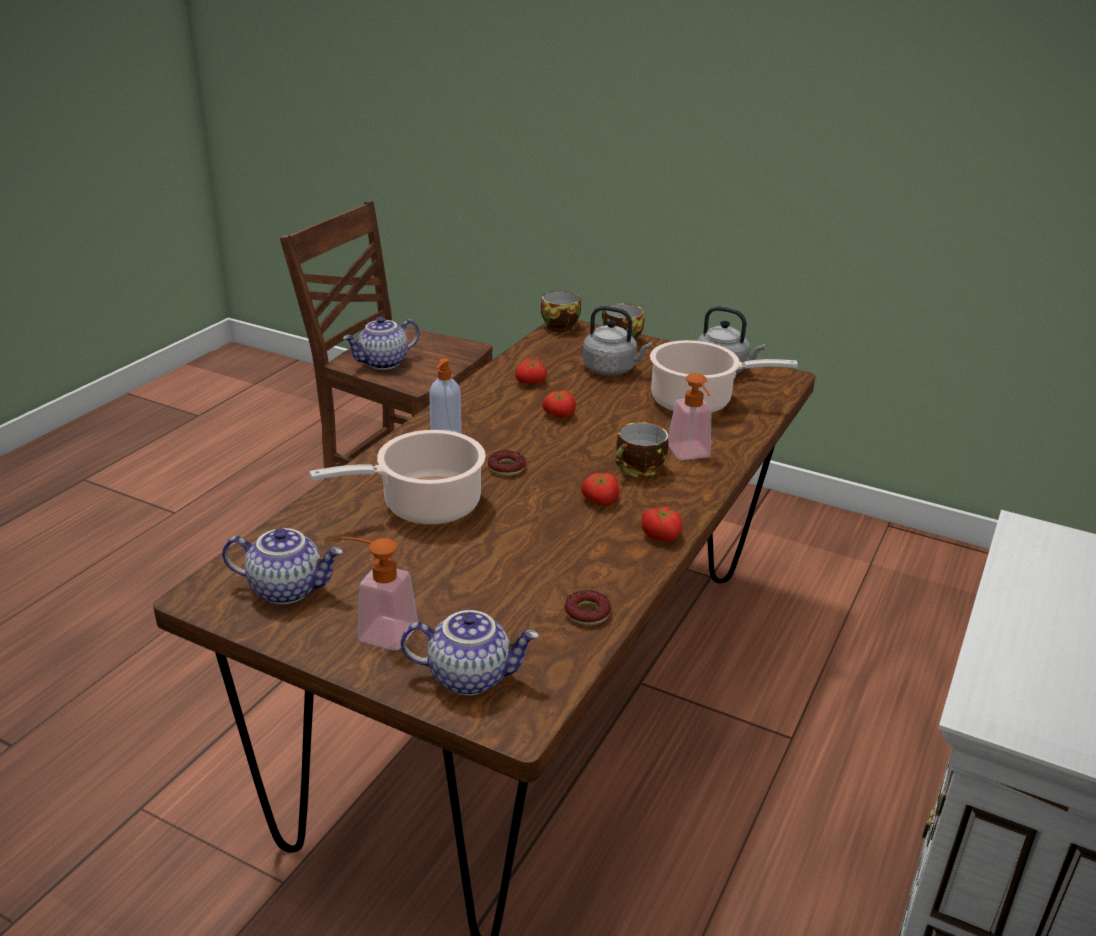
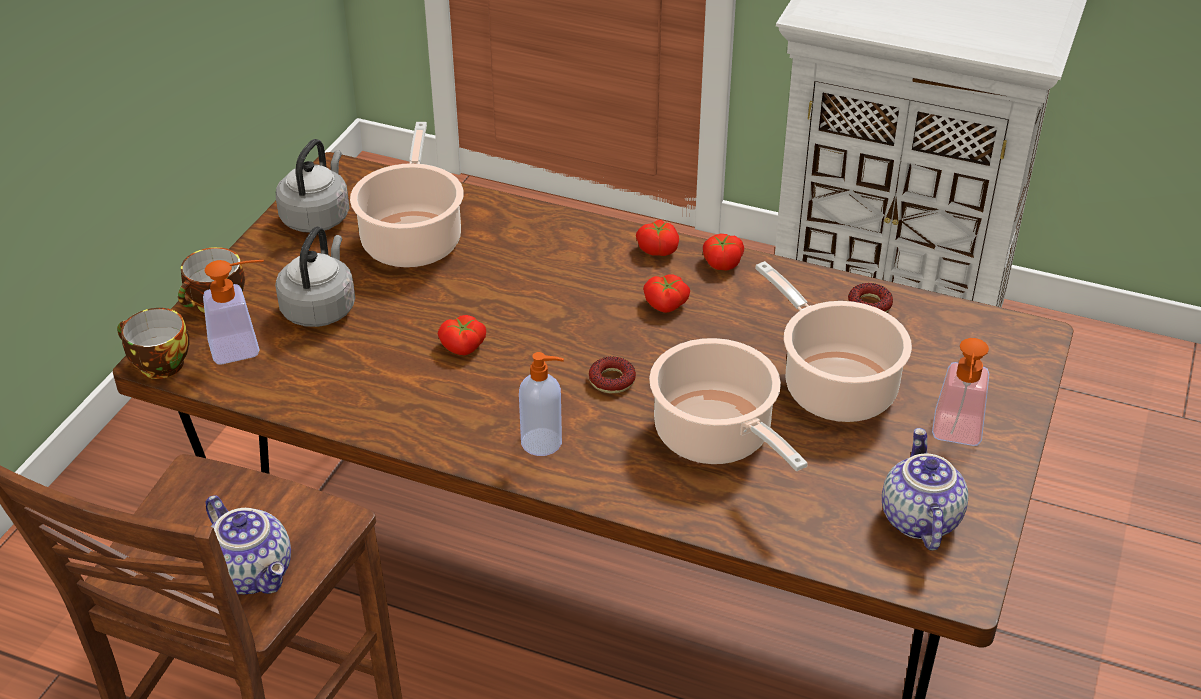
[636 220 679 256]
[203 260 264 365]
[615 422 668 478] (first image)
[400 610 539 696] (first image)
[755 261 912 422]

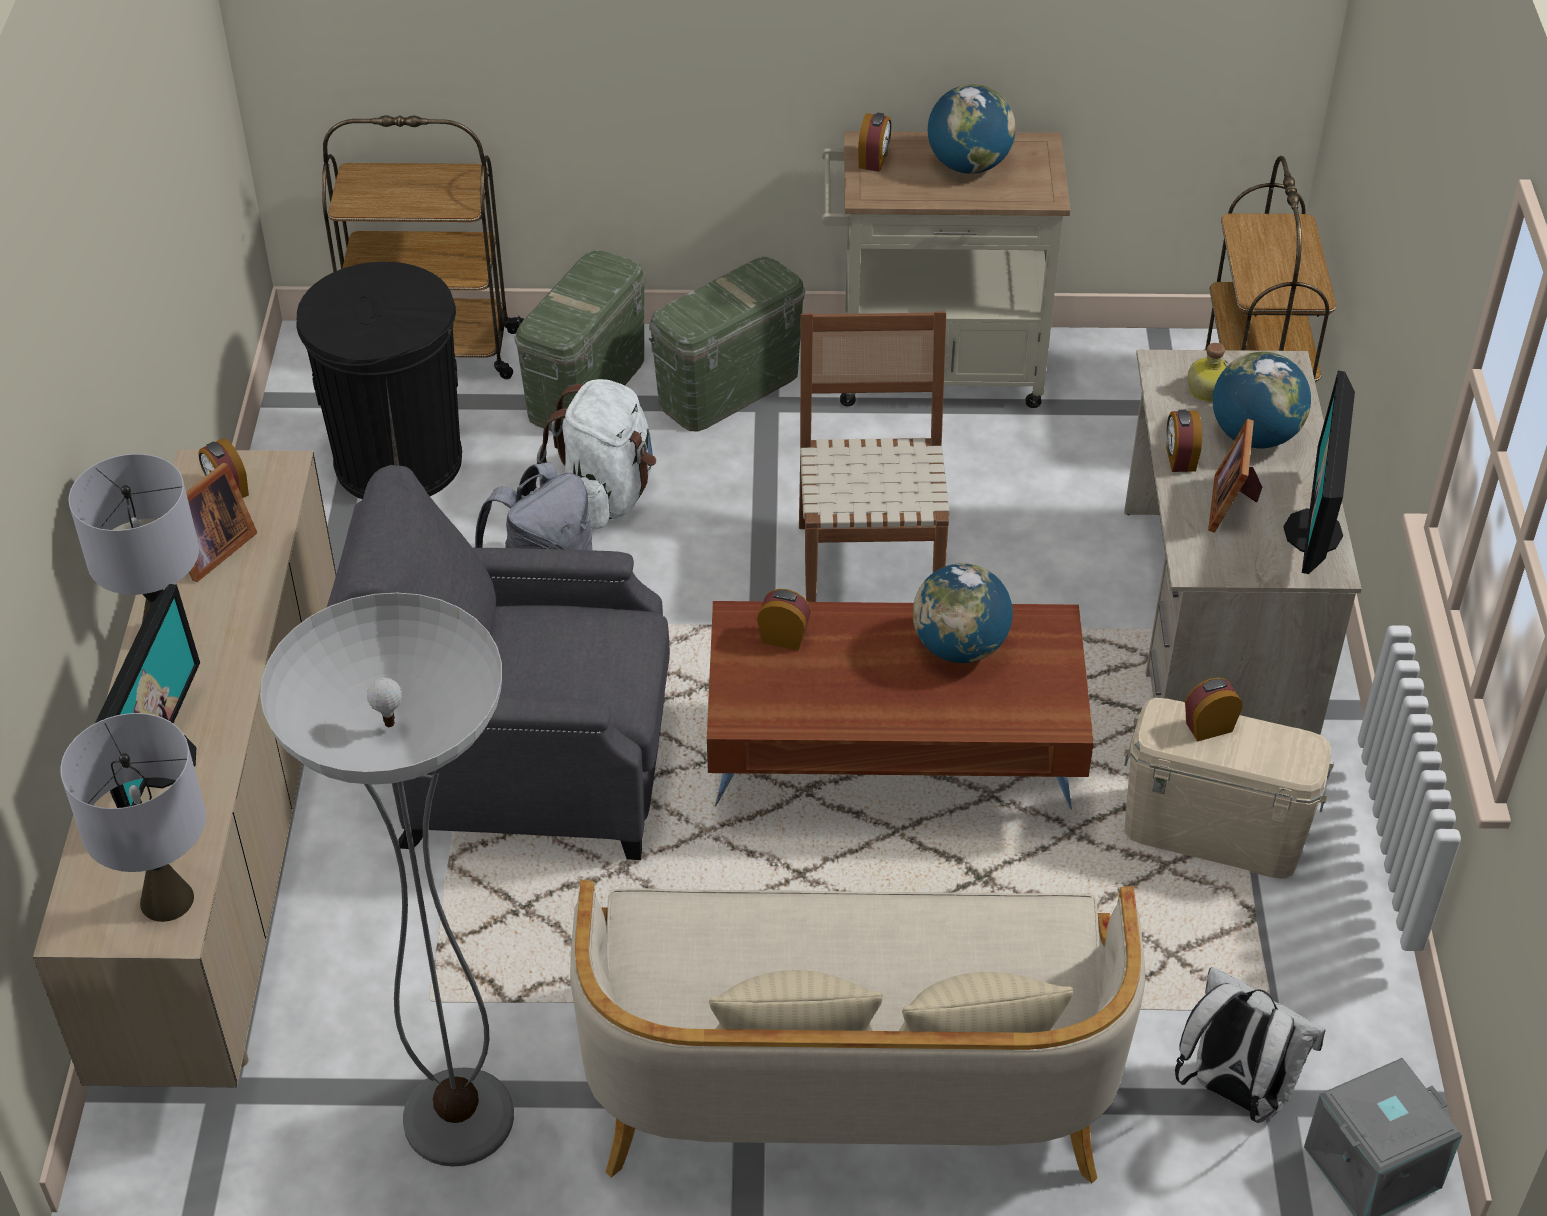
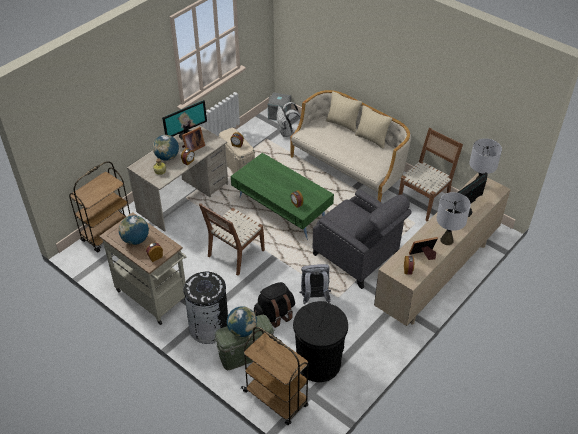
[183 272 228 344]
[254 282 295 328]
[227 306 257 337]
[399 128 463 222]
[231 153 334 241]

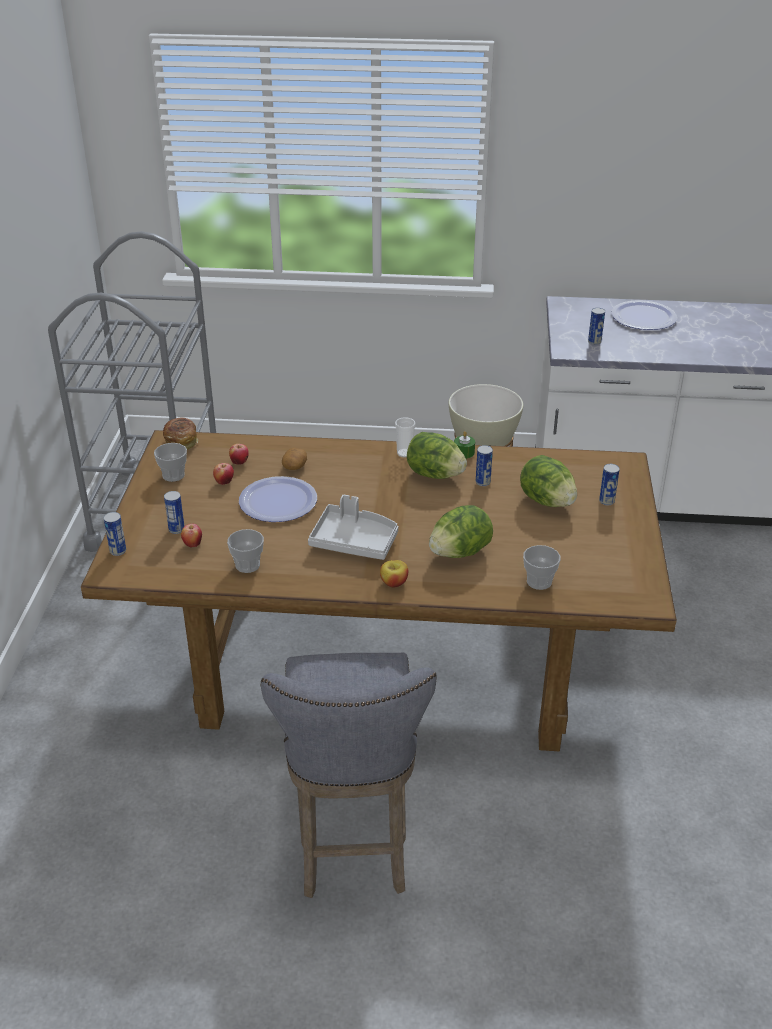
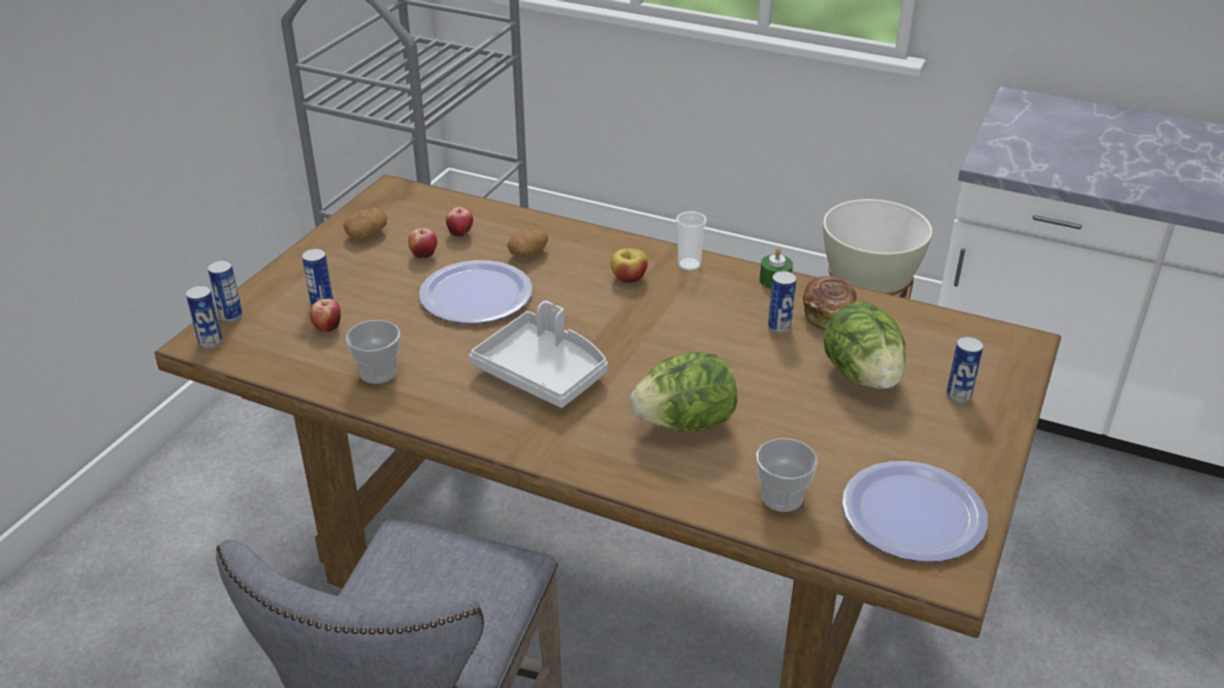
[842 461 988 562]
[186 285 222 349]
[803 276 857 330]
[407 432 467 479] (first image)
[344 208 387 241]
[611 248 648 283]

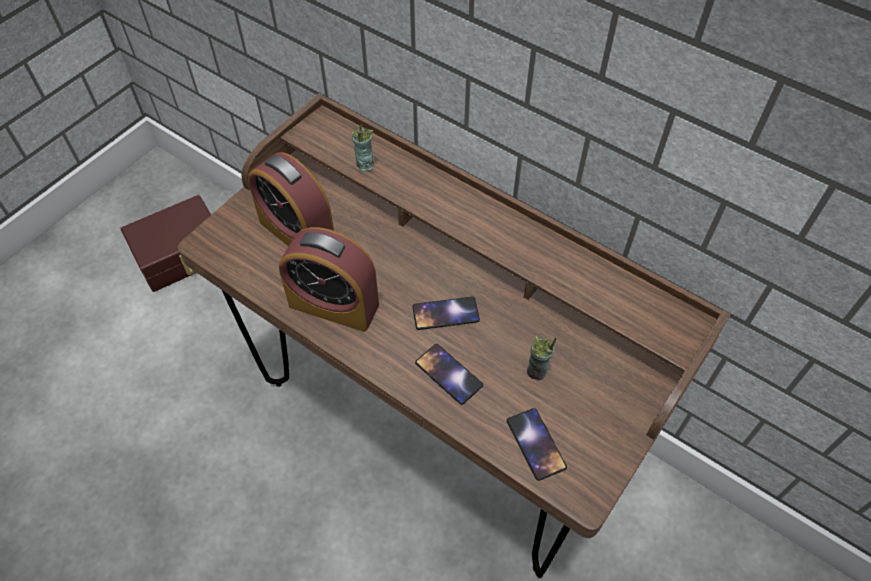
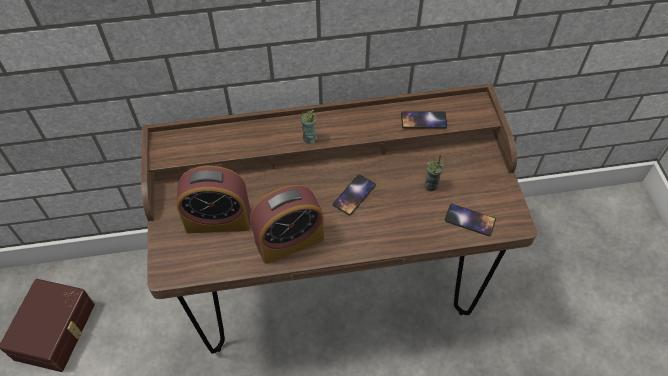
[301 110 317 143]
[401 111 447 128]

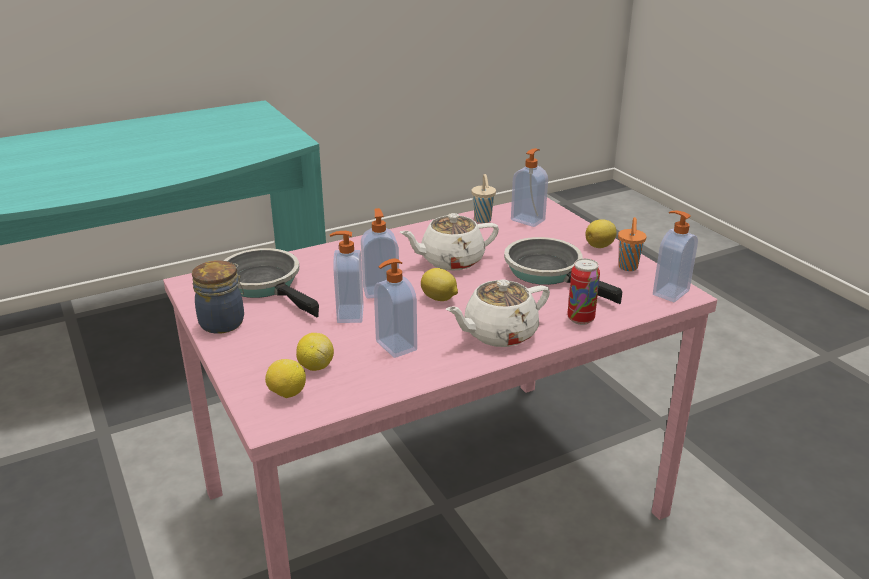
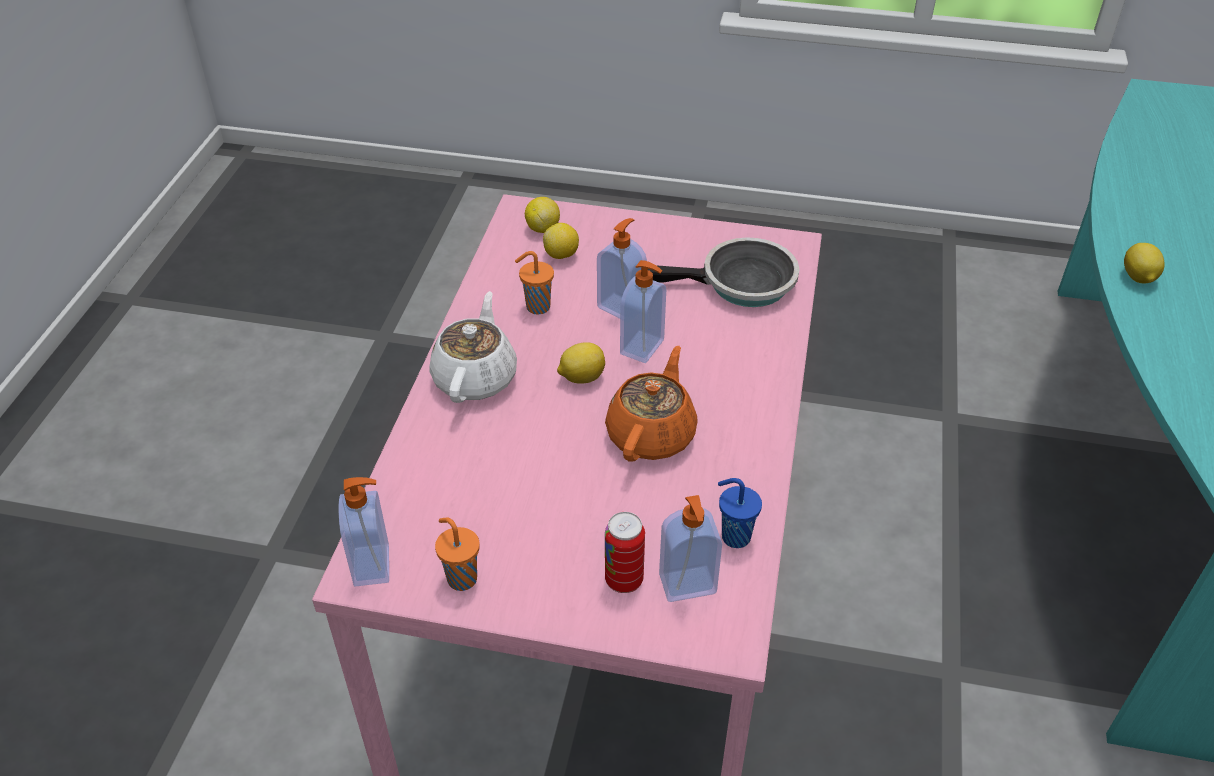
[718 478 762 548]
[605 346 698 462]
[1124 243 1164 283]
[504 237 622 304] (first image)
[515 251 554 315]
[605 512 645 593]
[192 260 244 334] (first image)

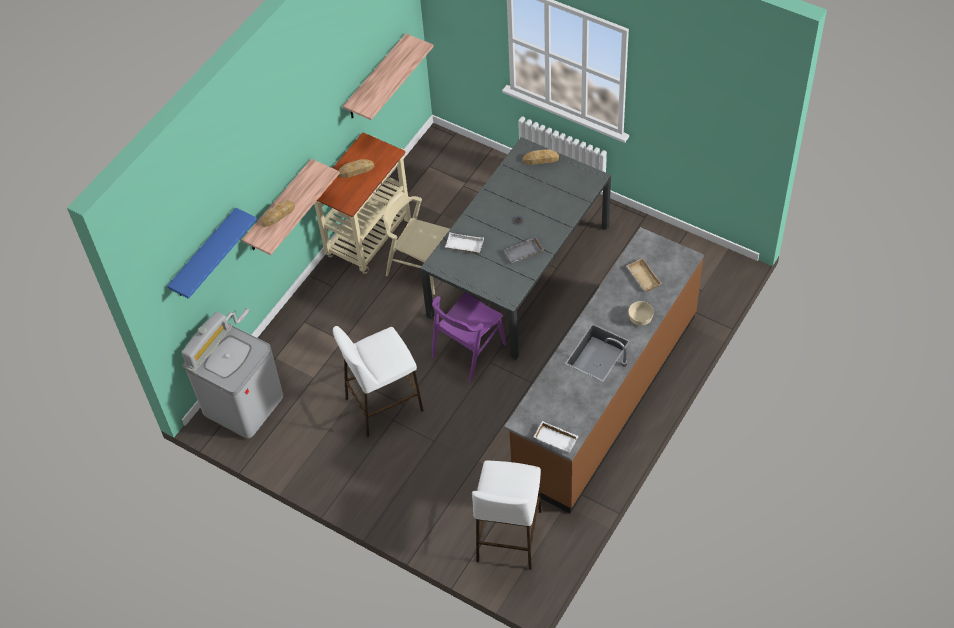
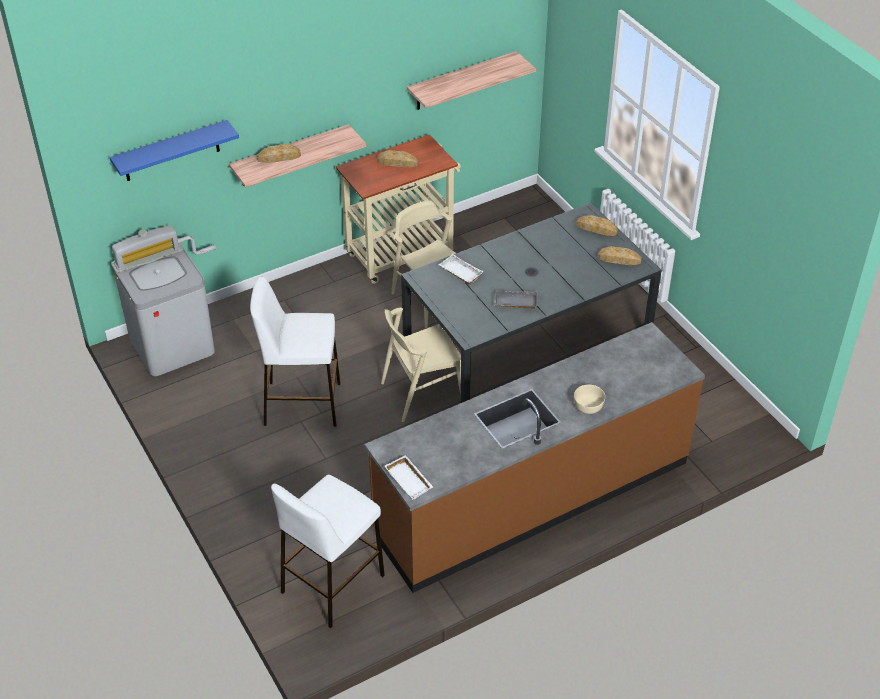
[626 258 662 292] (first image)
[381 308 461 422]
[597 246 641 265]

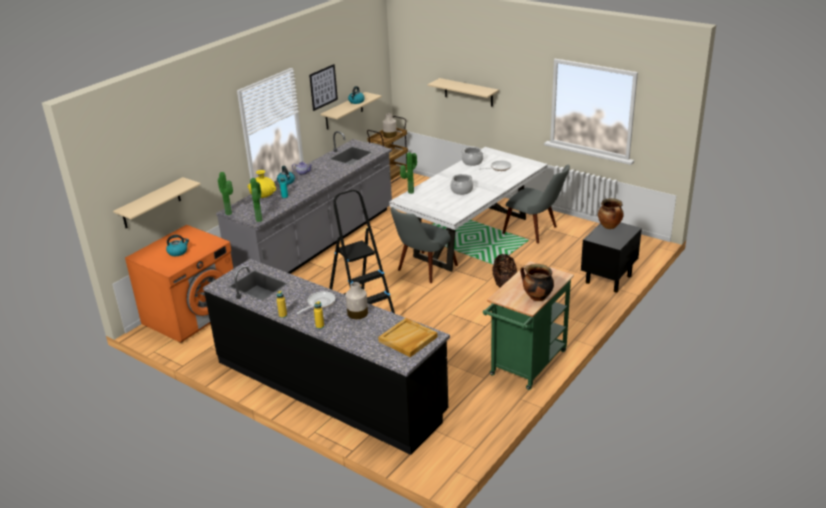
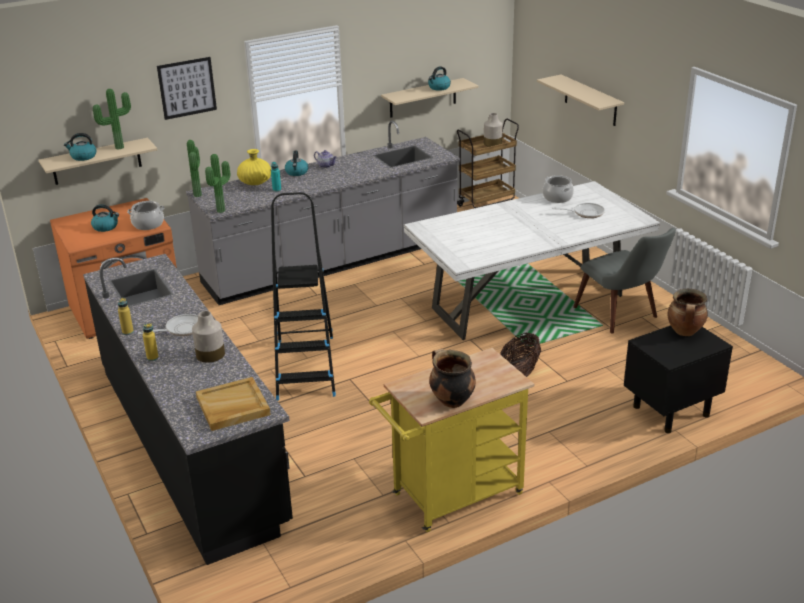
[157 57 217 120]
[93 89 131 150]
[127 201 164 230]
[391 207 458 283] (first image)
[369 348 535 532]
[64 133 96 161]

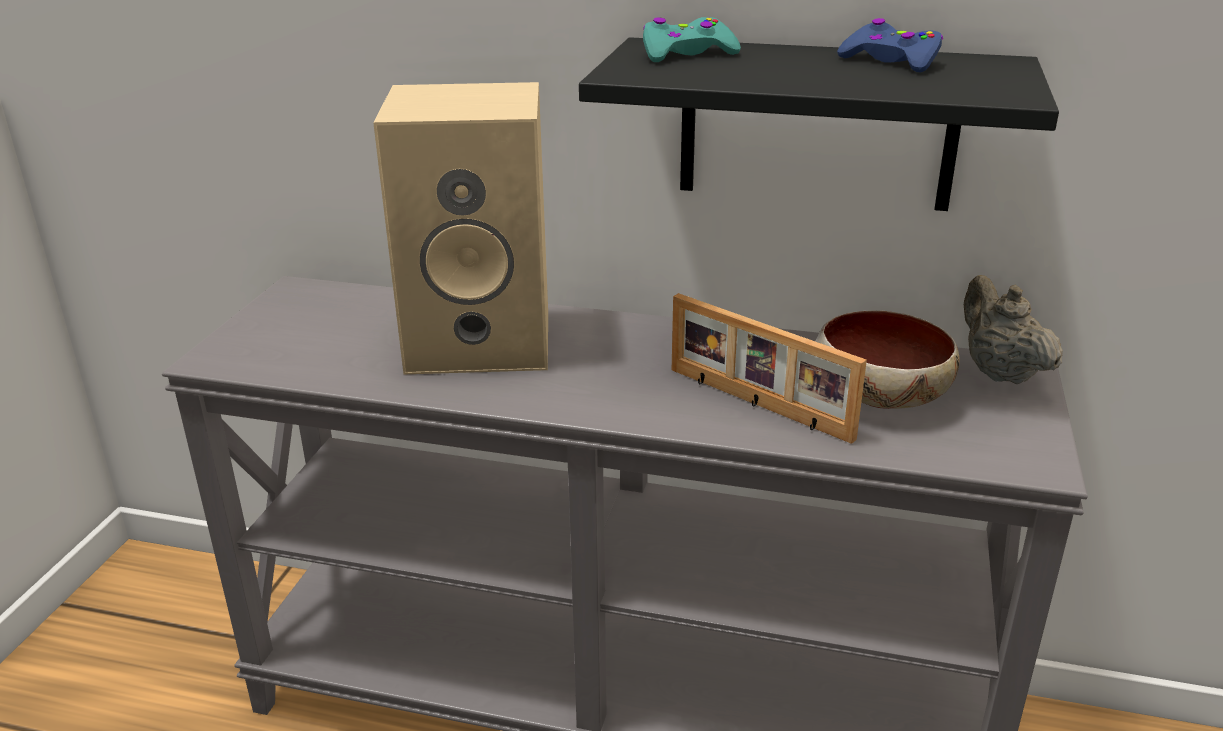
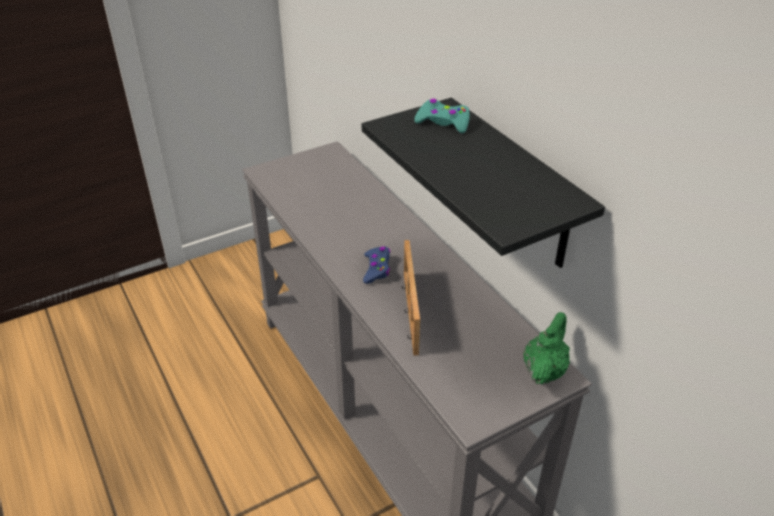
[363 247 390 284]
[373 82 548 374] (first image)
[523 312 570 384]
[815 310 960 409] (first image)

